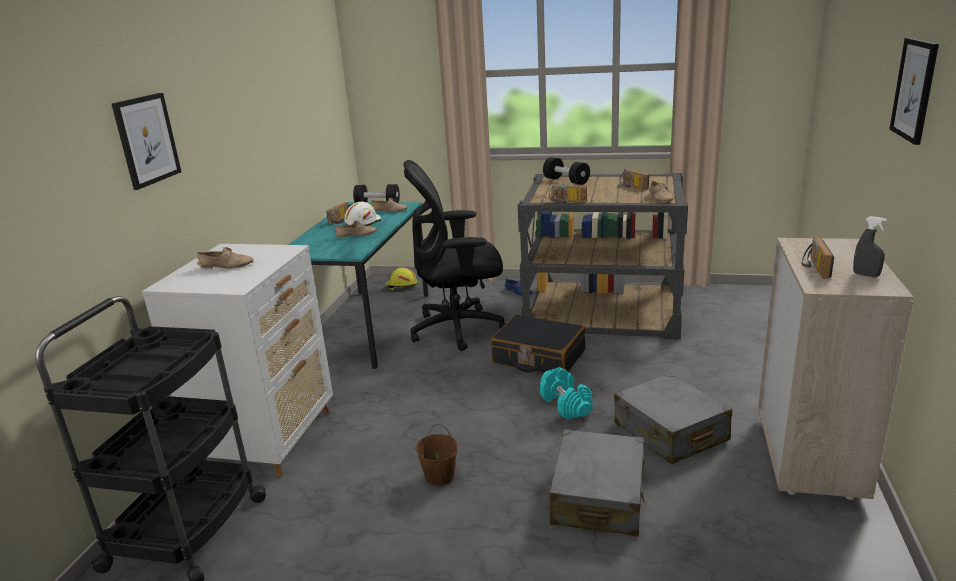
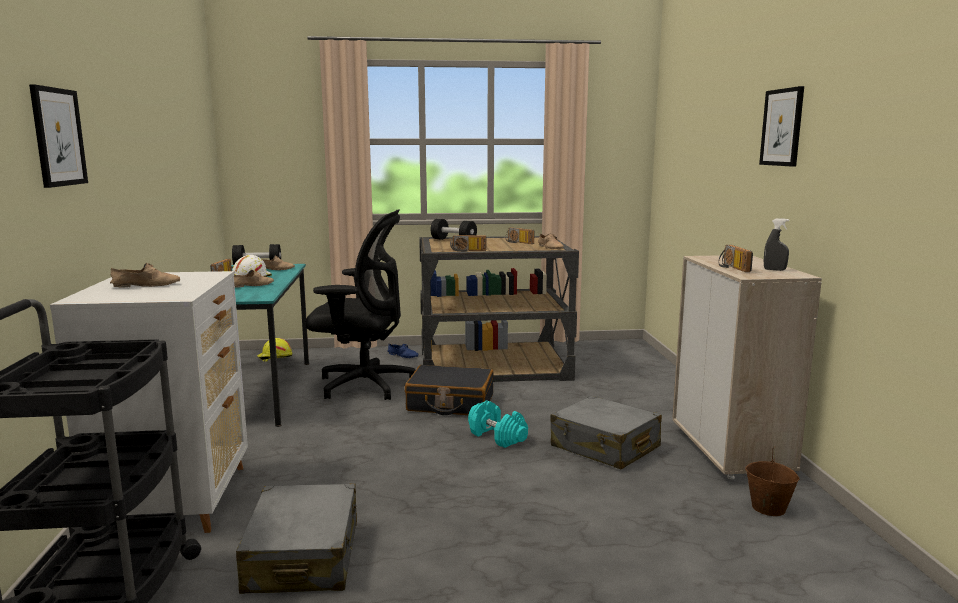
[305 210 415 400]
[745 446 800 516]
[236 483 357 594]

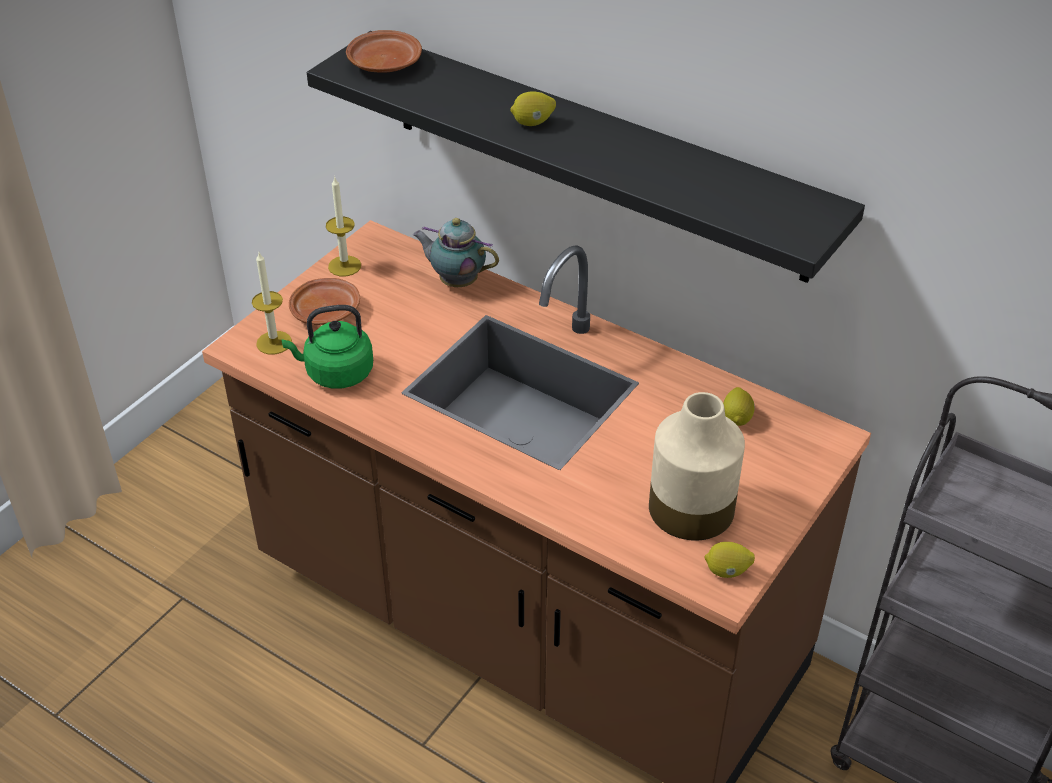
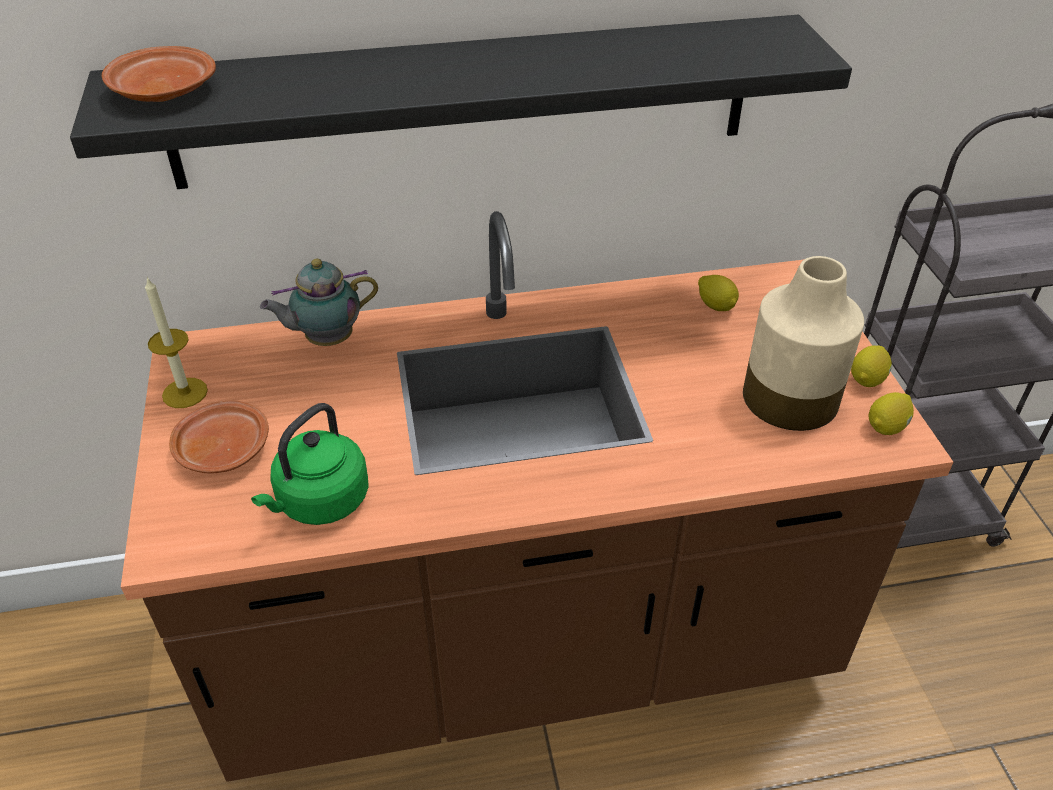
[851 345 892 387]
[252 252 292 354] (first image)

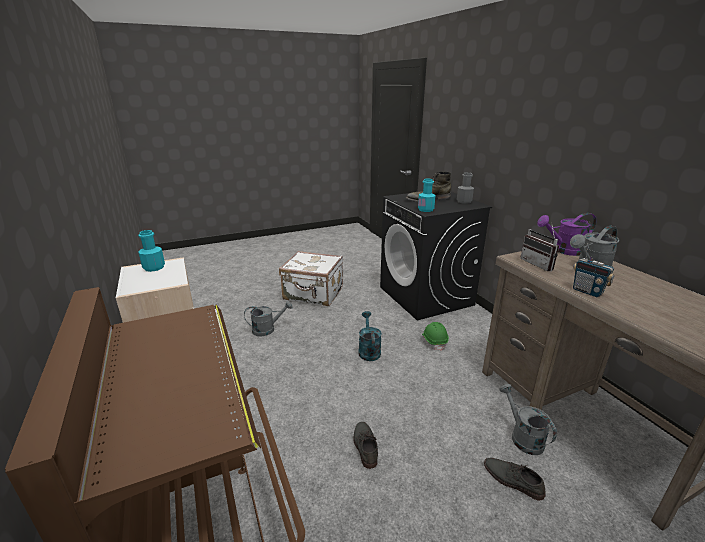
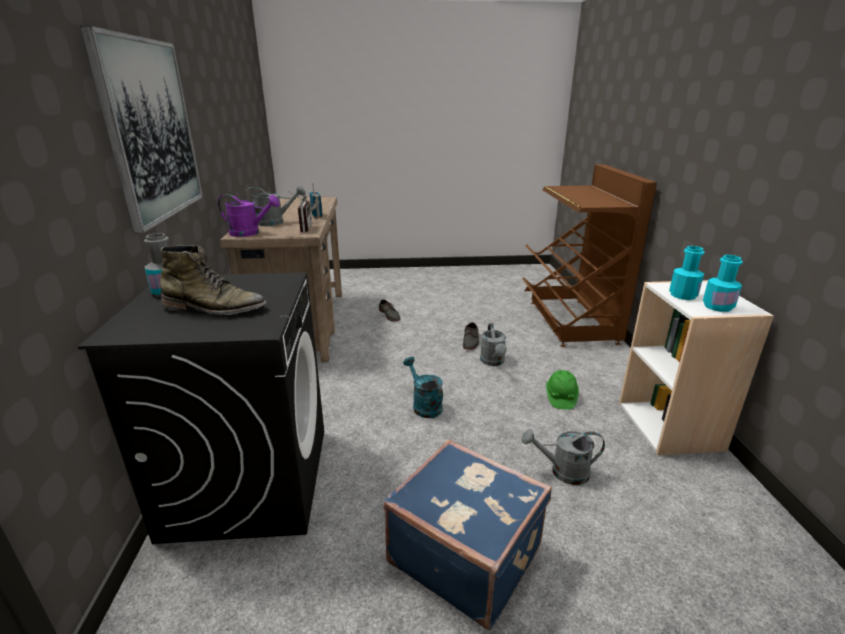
[669 246 705 300]
[383 440 552 630]
[403 357 443 418]
[546 370 579 410]
[480 323 507 366]
[80 26 203 234]

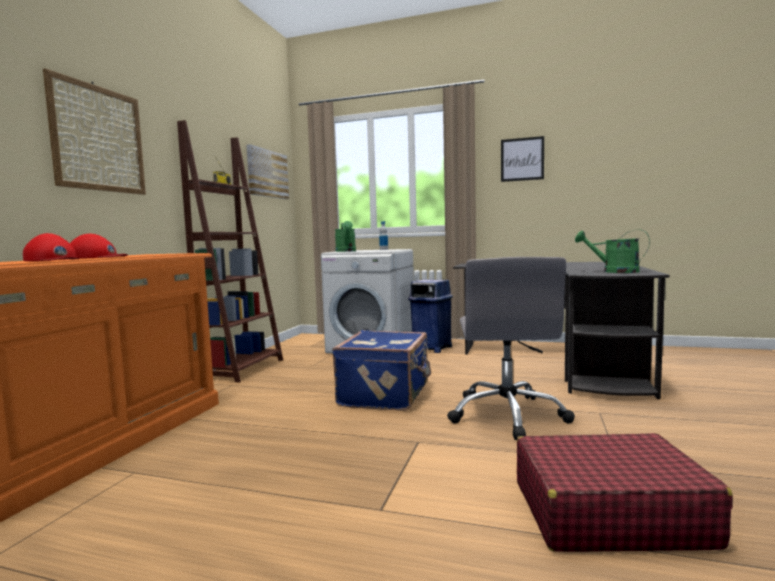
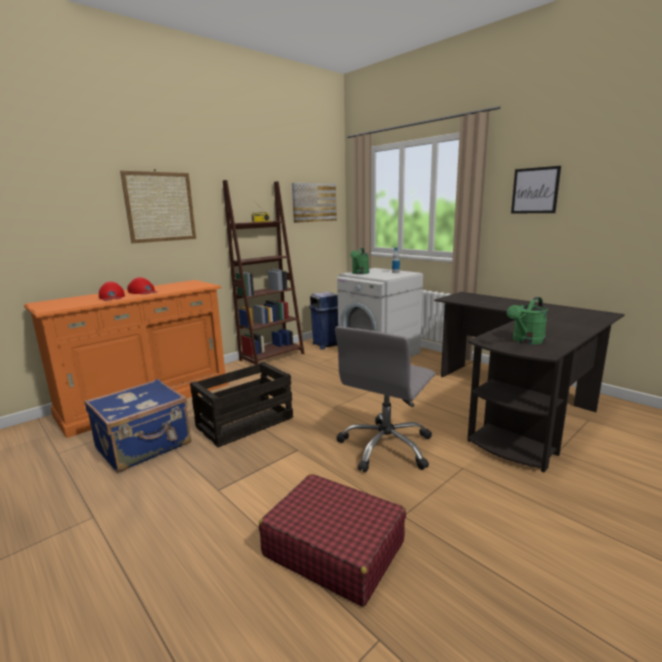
[507 297 548 344]
[309 292 338 350]
[84 379 191 473]
[190 362 293 447]

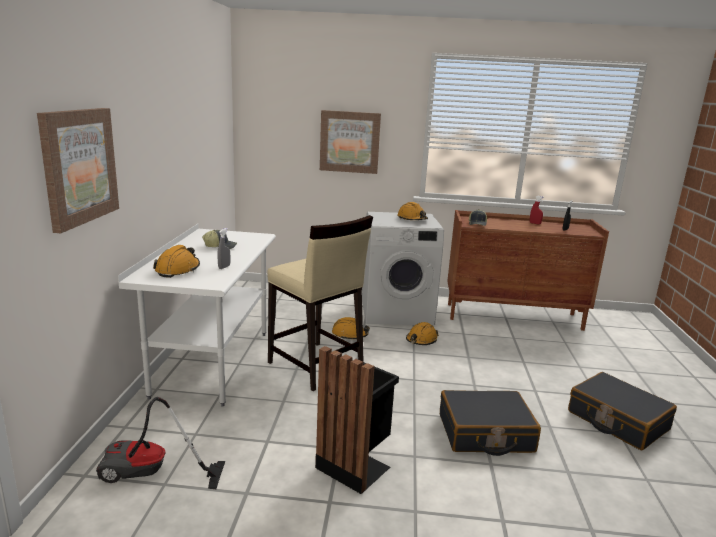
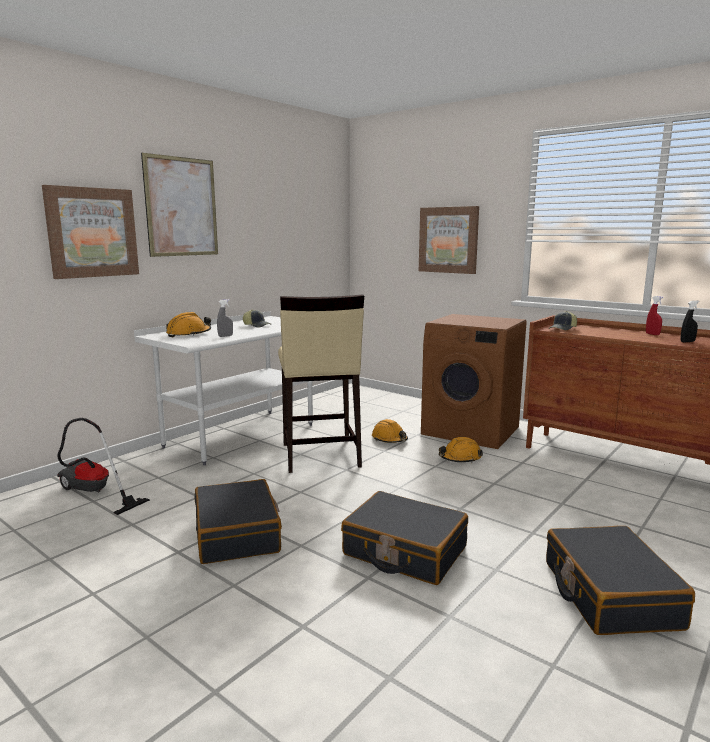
[397 202 428 220] (first image)
[421 314 527 449]
[195 479 282 564]
[141 153 218 257]

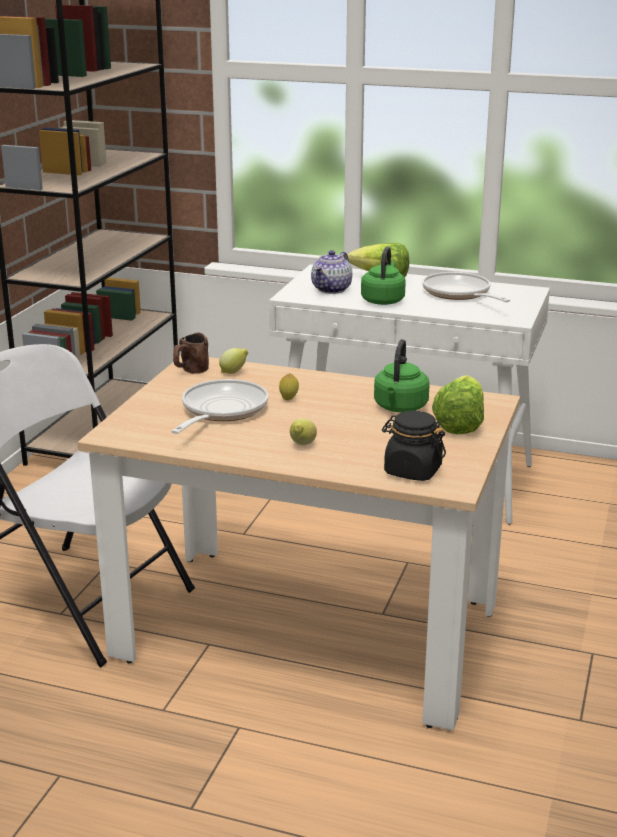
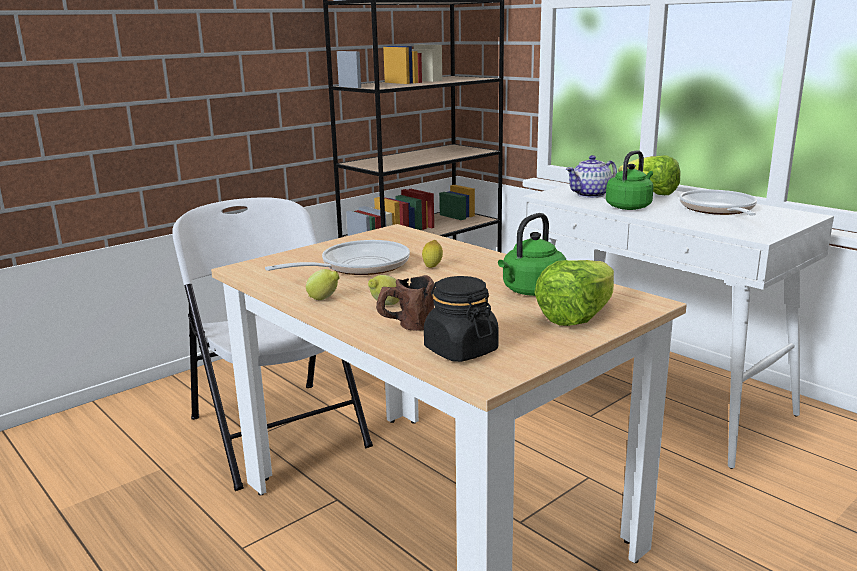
[376 275 435 331]
[306 269 340 300]

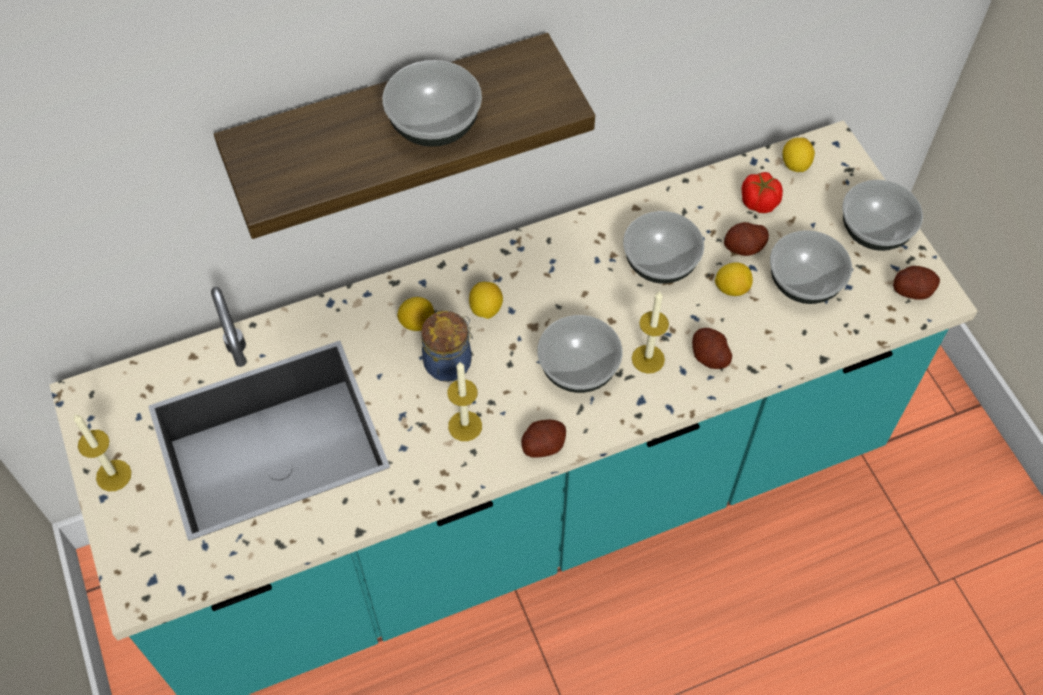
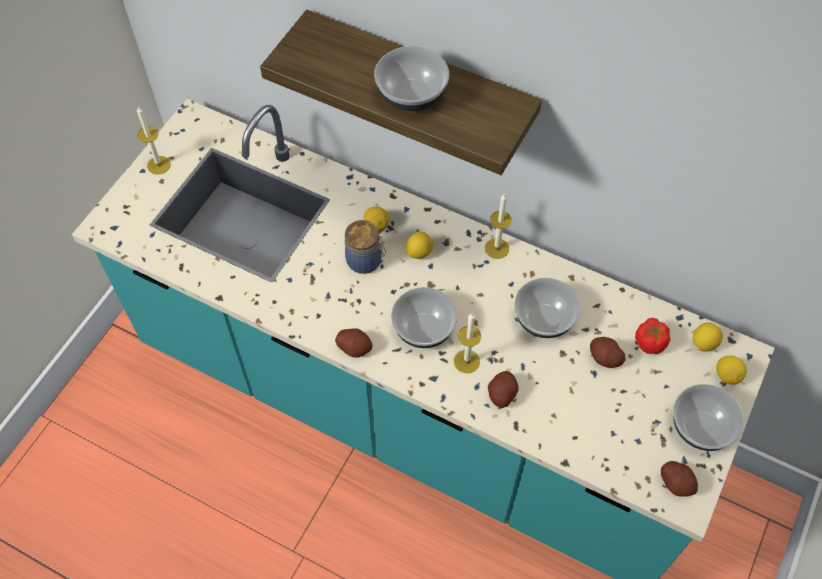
[770 230 852 304] (first image)
[716 355 747 385]
[485 193 512 259]

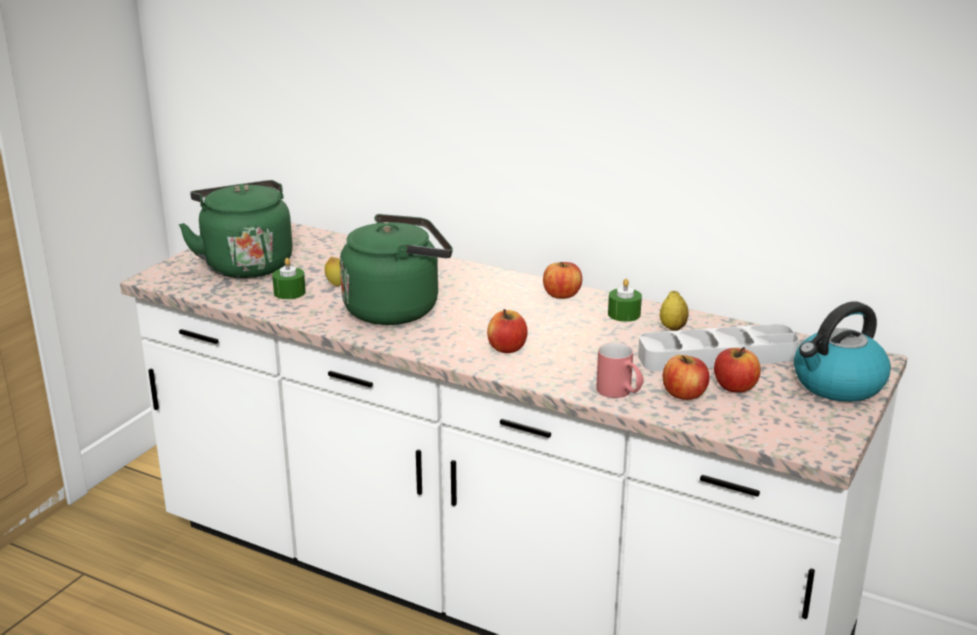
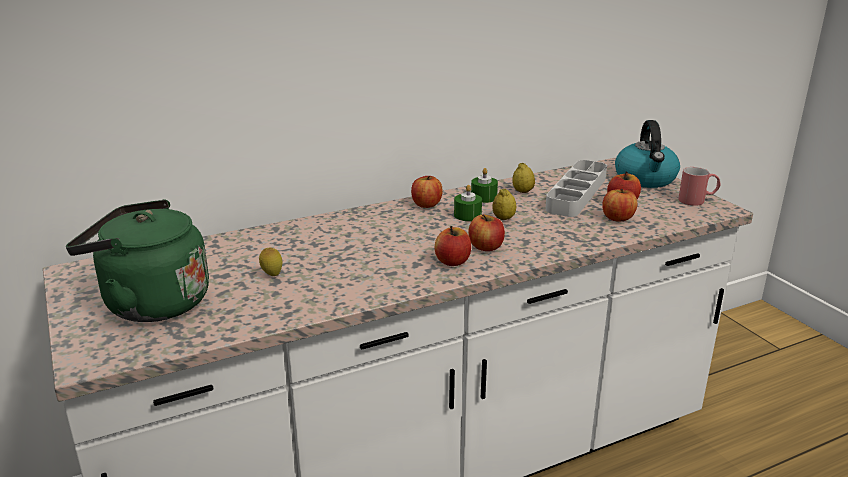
[340 214 453 325] (first image)
[454 185 482 221]
[678 167 720 206]
[493 189 516 220]
[435 226 471 266]

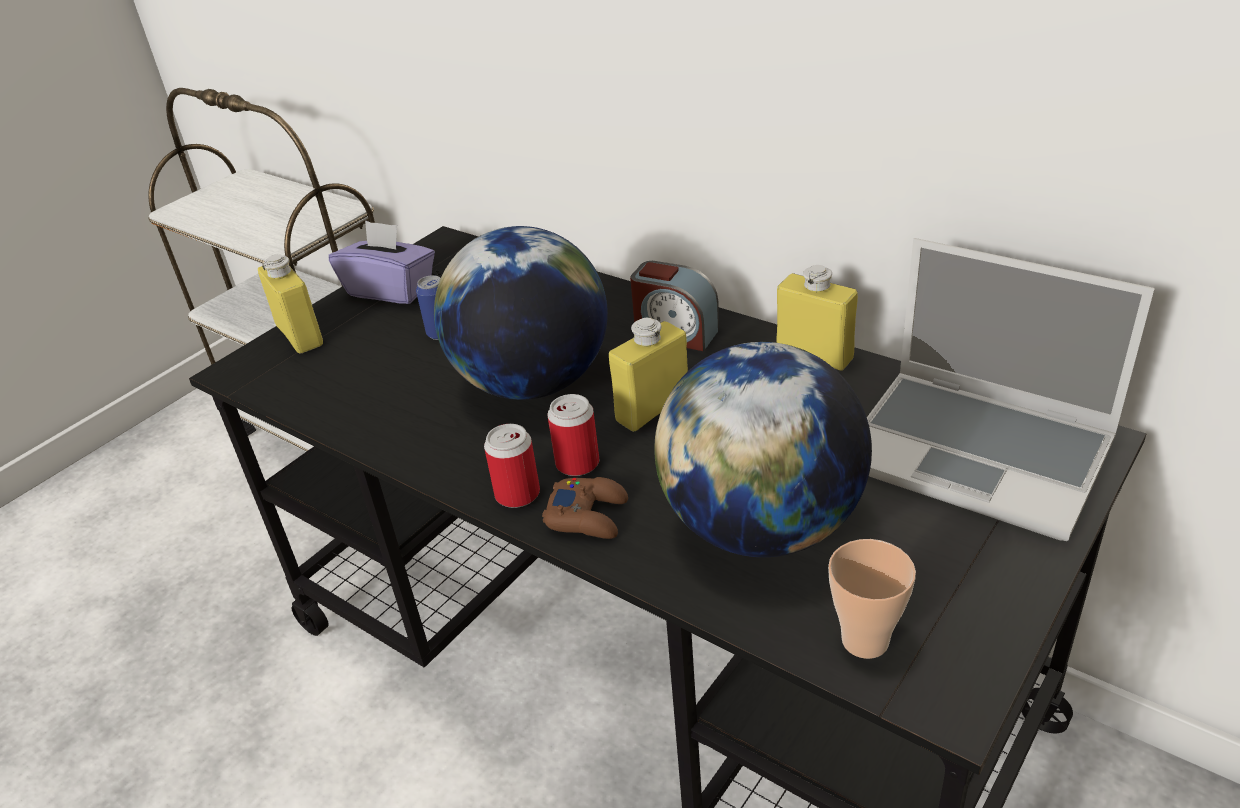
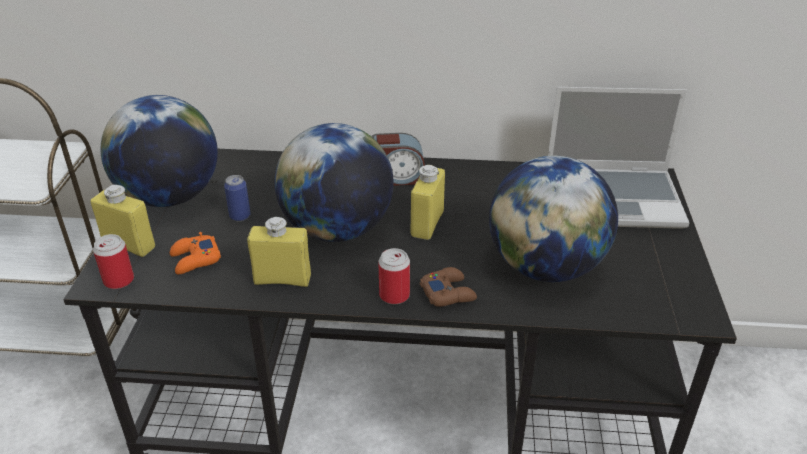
[100 95 218 207]
[247 217 311 287]
[93 234 134 289]
[828 539 916 659] (first image)
[170 232 221 274]

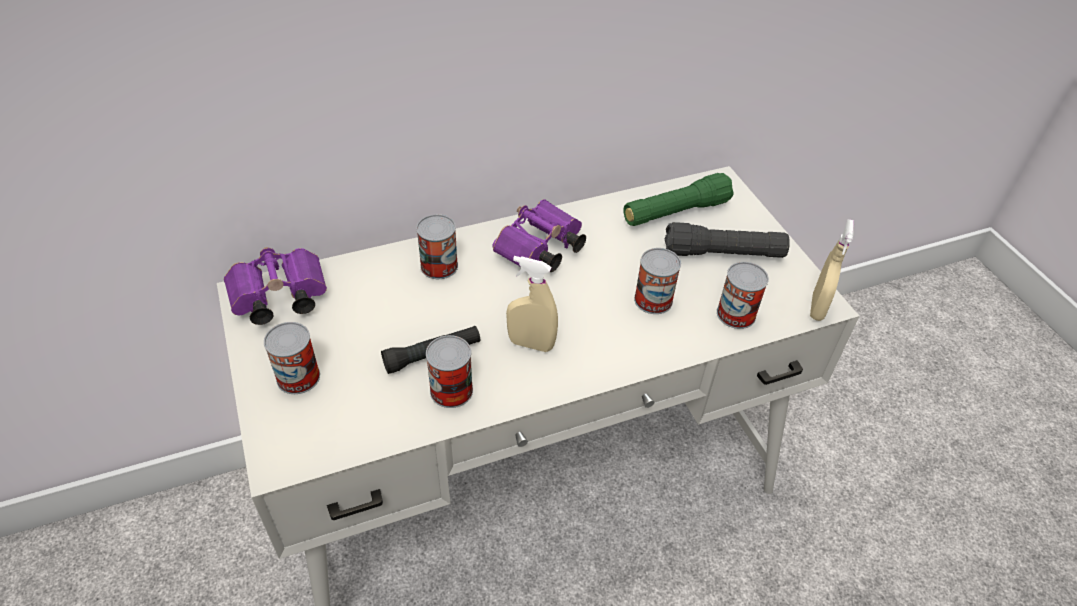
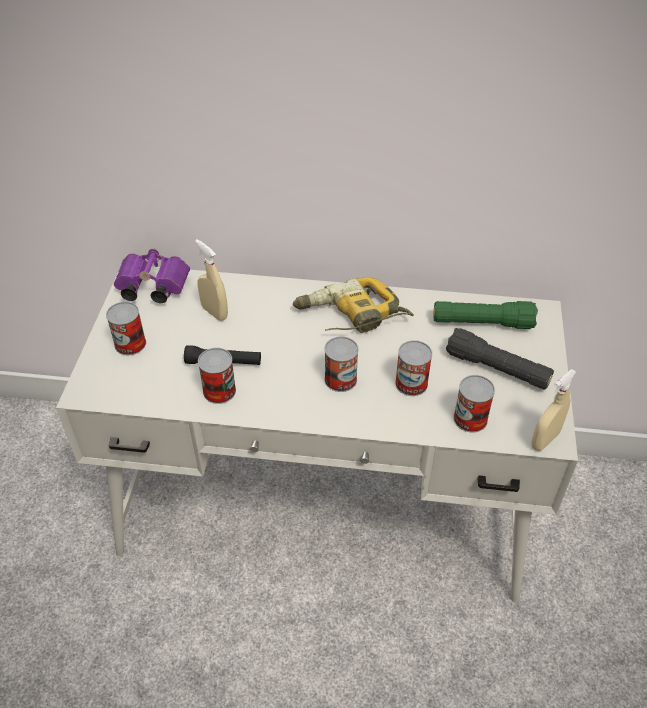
[293 277 414 333]
[324 337 358 392]
[195 239 228 321]

